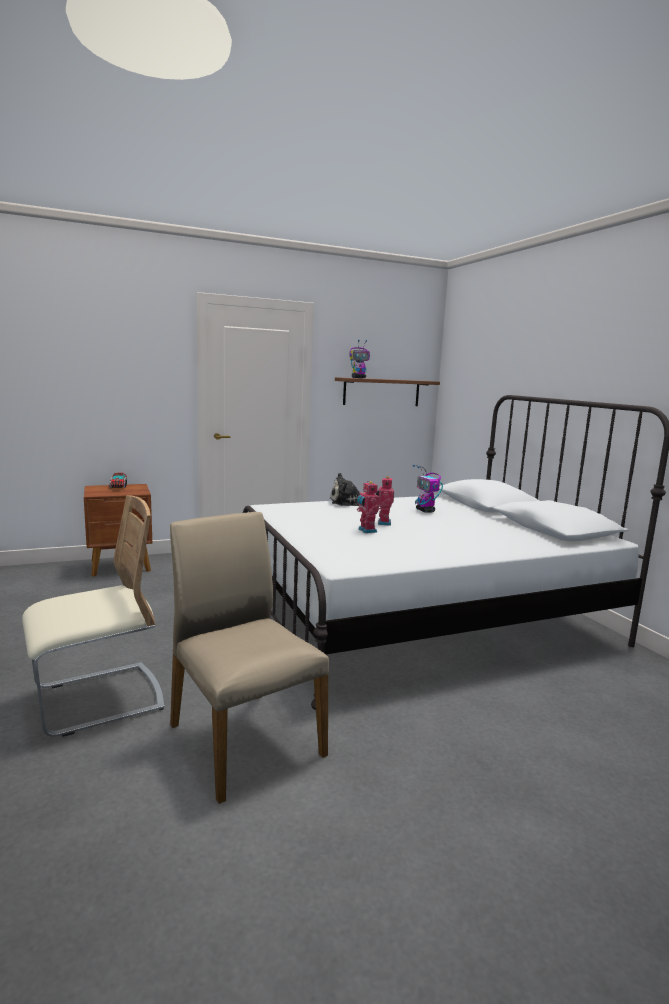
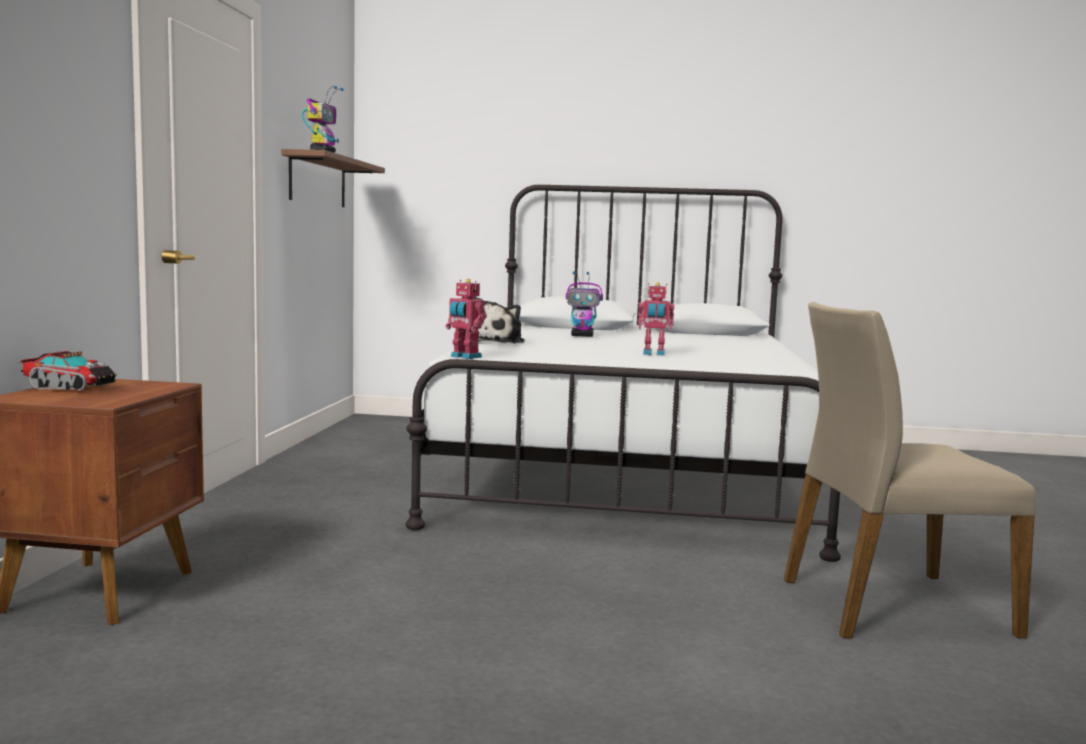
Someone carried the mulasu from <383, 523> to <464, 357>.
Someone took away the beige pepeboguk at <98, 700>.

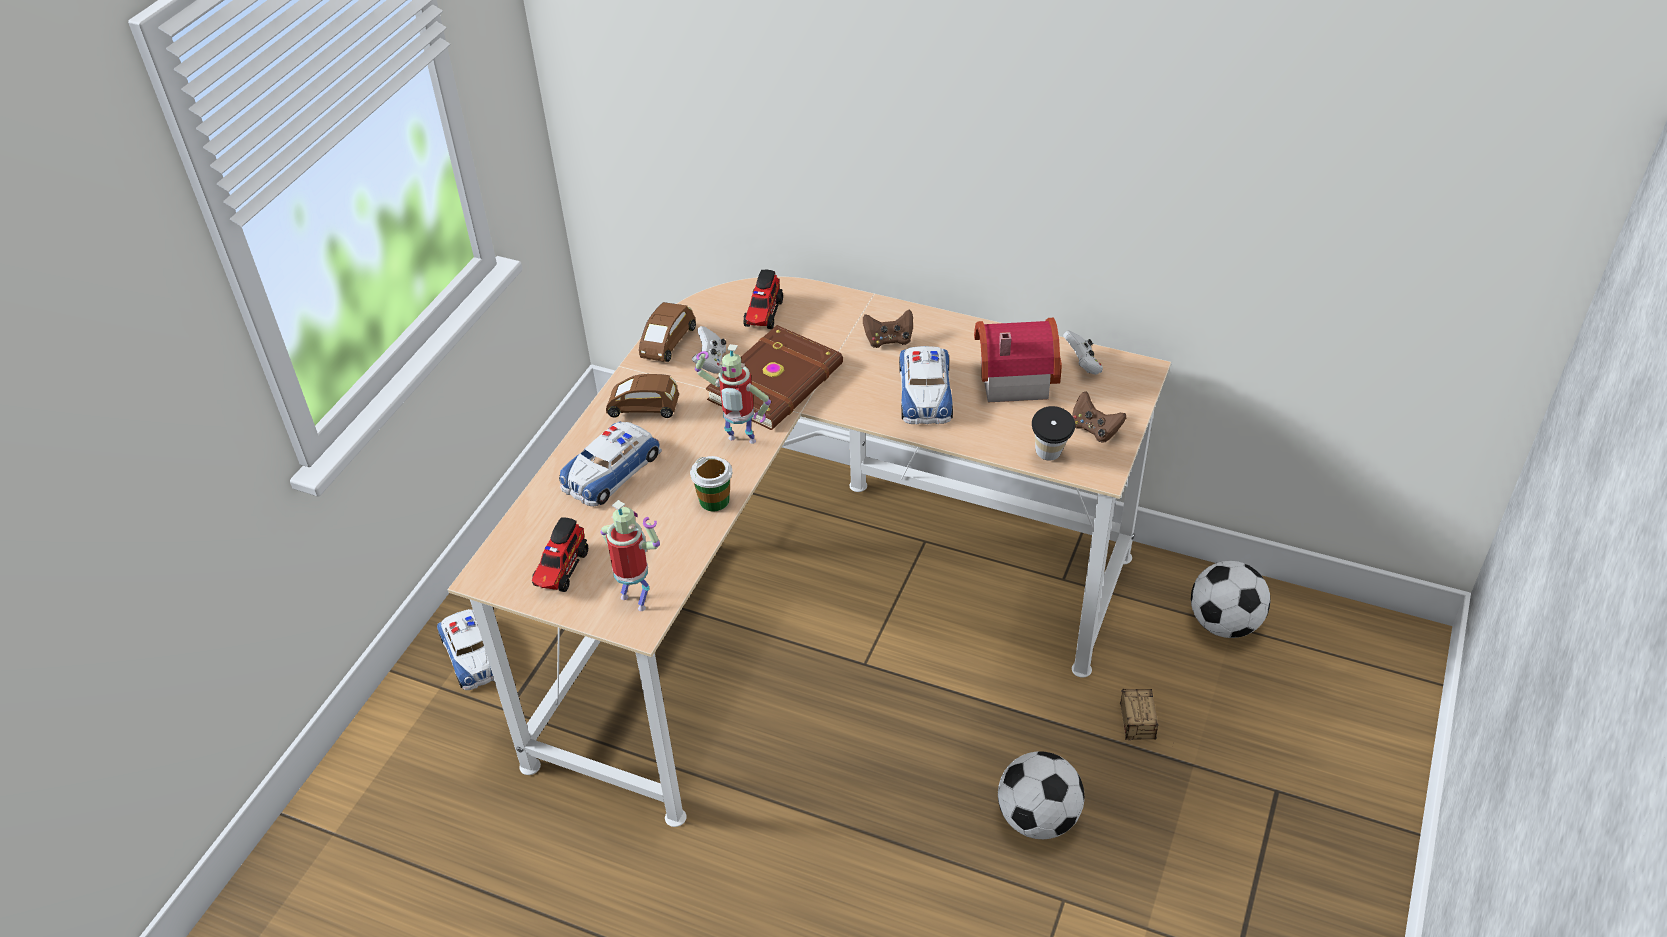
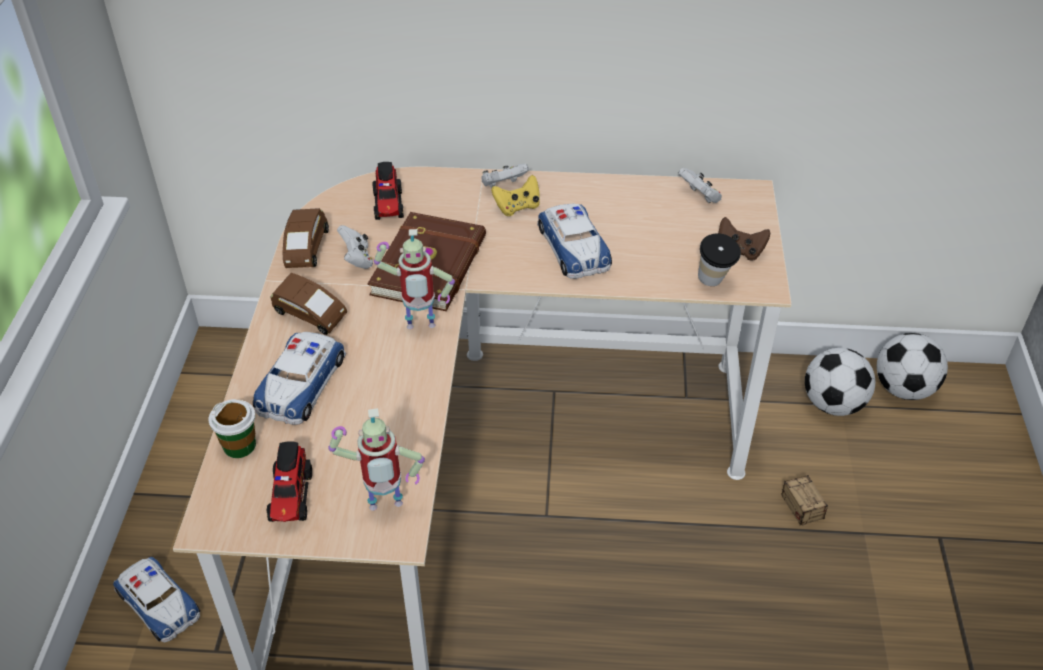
Someone repainted the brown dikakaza at <889, 340>, which became the yellow dikakaza at <517, 207>.
Someone took away the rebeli at <1011, 377>.
Someone rotated the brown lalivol at <644, 409> by 135 degrees counterclockwise.
Someone carried the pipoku from <714, 500> to <239, 445>.
Someone rotated the mulasu at <637, 600> by 150 degrees clockwise.
Someone carried the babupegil from <1038, 818> to <903, 389>.
Someone put down the white dikakaza at <503, 185>.

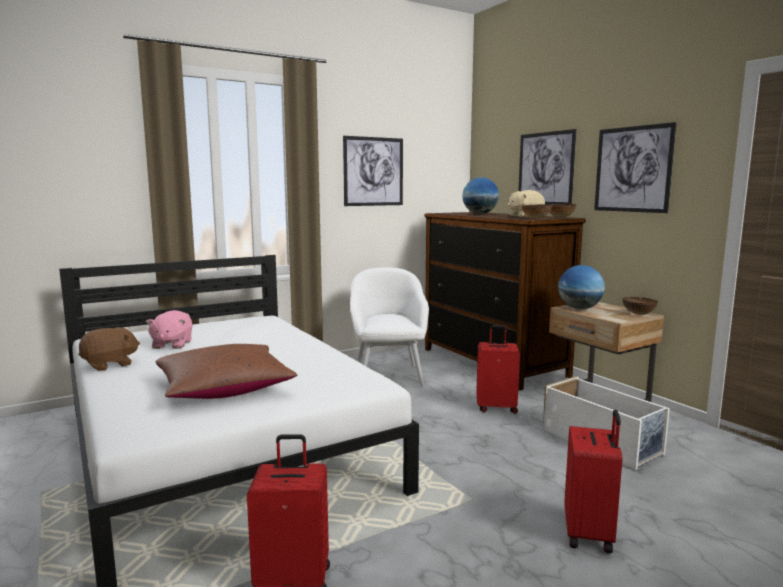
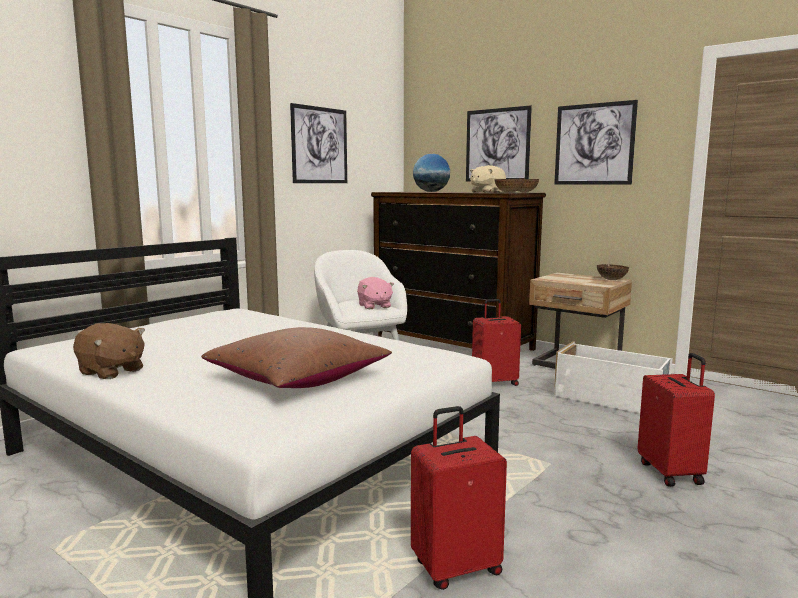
Someone took away the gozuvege at <579, 308>.
Someone carried the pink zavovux from <171, 344> to <374, 306>.
Someone rotated the brown zavovux at <110, 365> by 90 degrees clockwise.

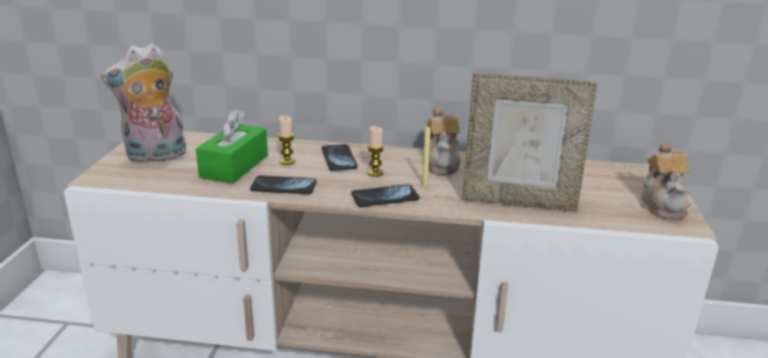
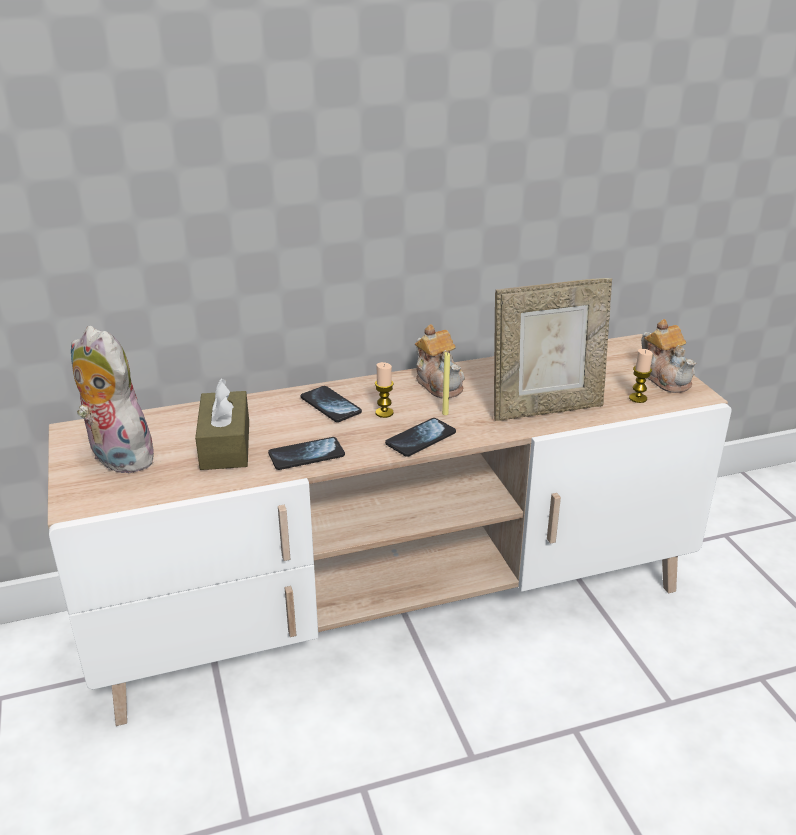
Someone rotated the zavovux at <155, 157> by 90 degrees clockwise.
Someone repainted the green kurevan at <234, 166>, which became the brown kurevan at <225, 445>.
Someone carried the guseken from <287, 161> to <638, 398>.

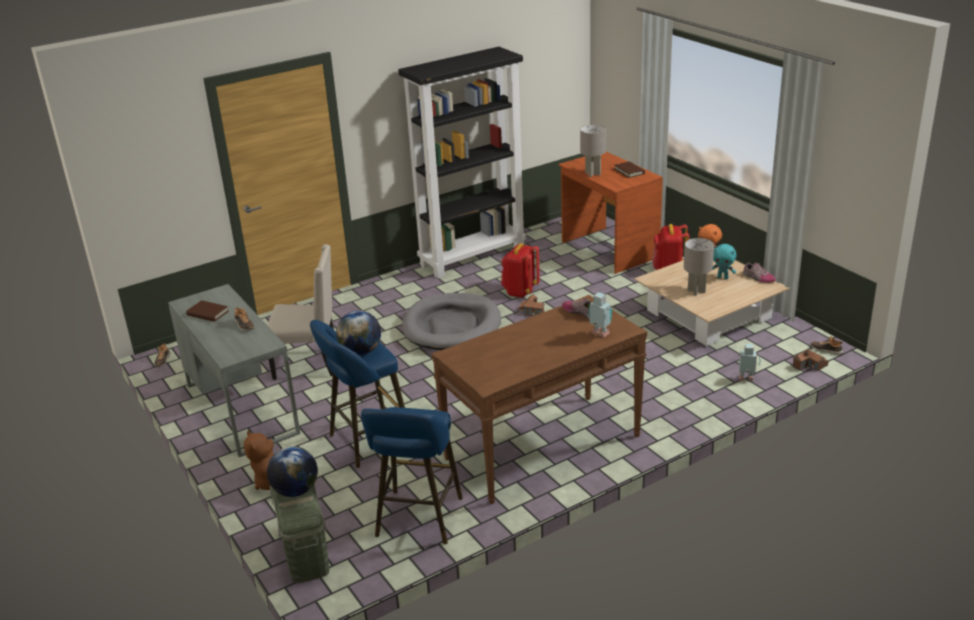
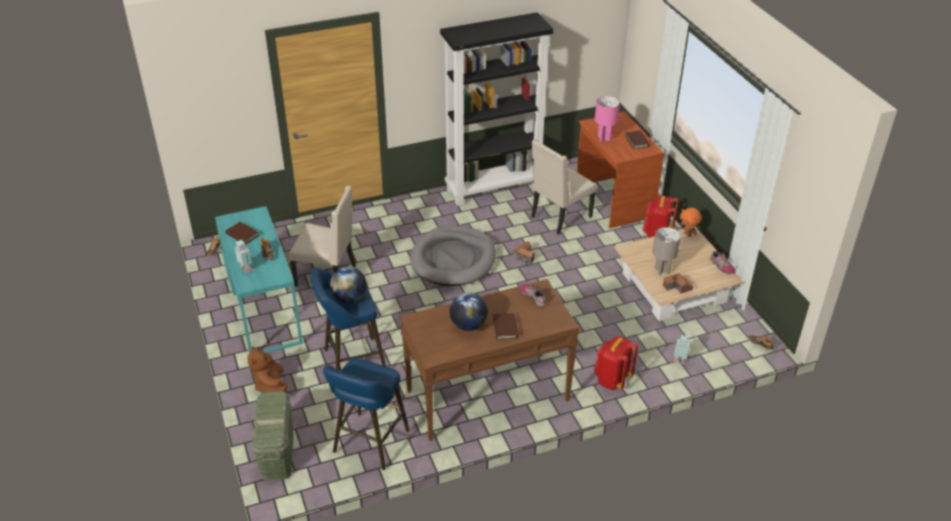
Someone repainted the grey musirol at <592, 174>, which became the pink musirol at <604, 138>.
Someone carried the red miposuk from <520, 292> to <612, 380>.
Someone took away the turquoise zavovux at <723, 277>.
Someone repainted the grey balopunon at <242, 408>, which became the turquoise balopunon at <264, 310>.
Someone carried the mulasu from <600, 334> to <245, 269>.
Someone carried the rebeli from <810, 365> to <677, 287>.
Someone carried the gozuvege from <295, 491> to <468, 325>.
Someone put down the beige pepeboguk at <559, 217>.
Someone put down the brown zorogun at <505, 328>.

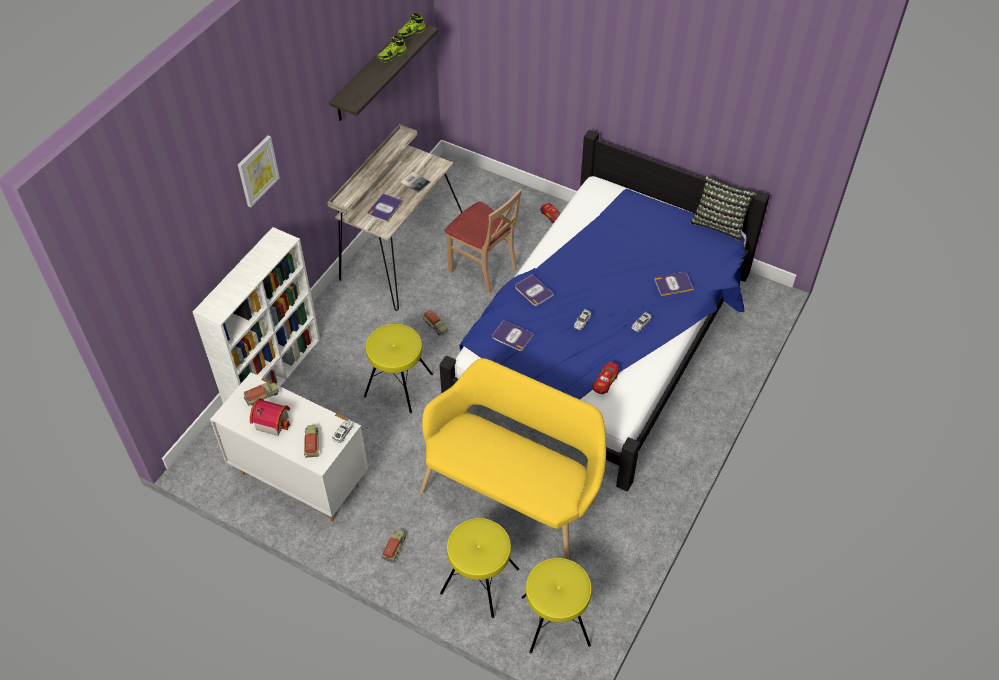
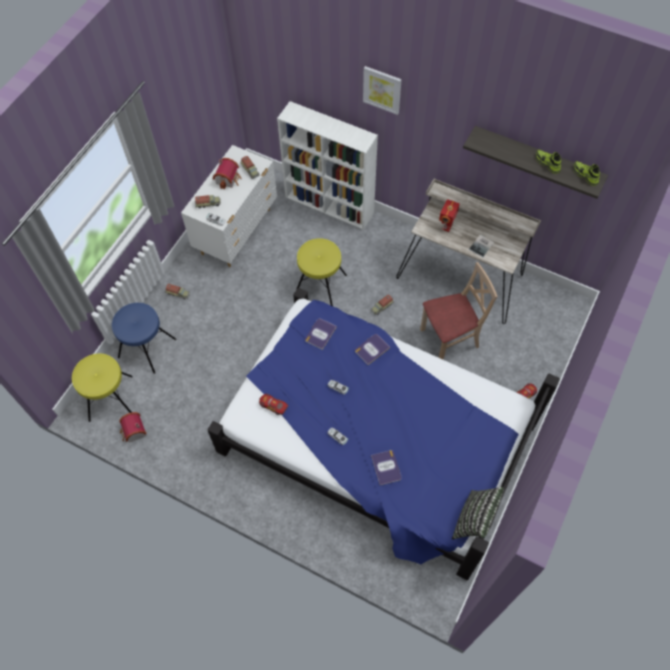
Someone rotated the beige pepeboguk at <483, 268> by 150 degrees counterclockwise.
Someone swapped the zorogun at <385, 208> for the mulasu at <446, 226>.
Someone took away the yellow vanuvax at <513, 494>.
Someone repainted the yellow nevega at <479, 581>, which became the blue nevega at <147, 348>.
Someone put down the rebeli at <134, 432>.

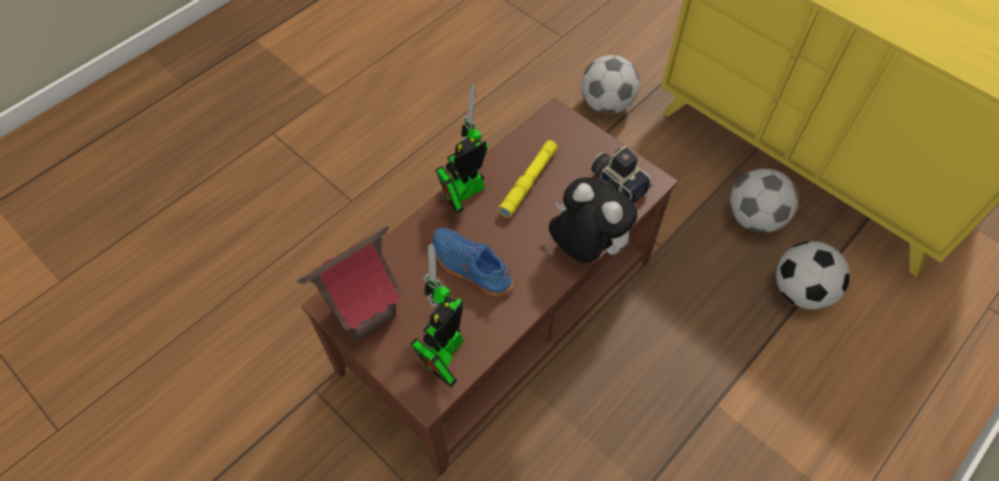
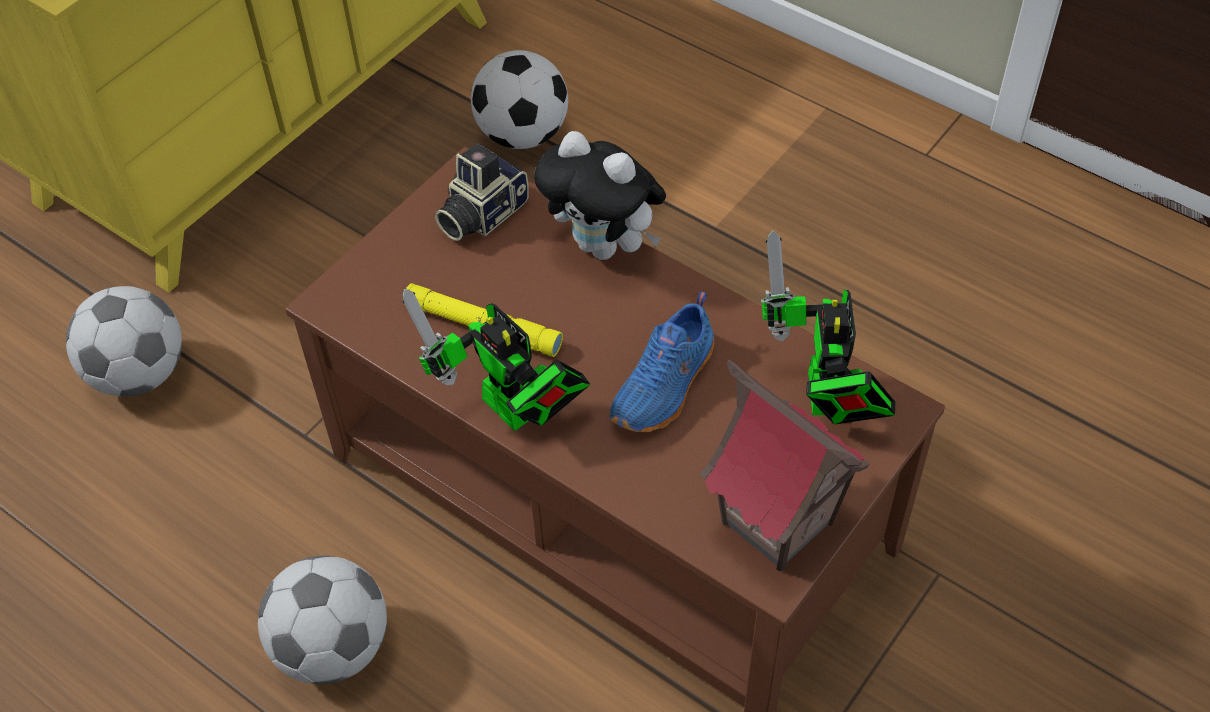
Someone carried the babupegil from <754, 218> to <332, 648>.
Someone rotated the zavovux at <585, 248> by 90 degrees counterclockwise.
Someone rotated the mulasu at <443, 353> by 60 degrees clockwise.

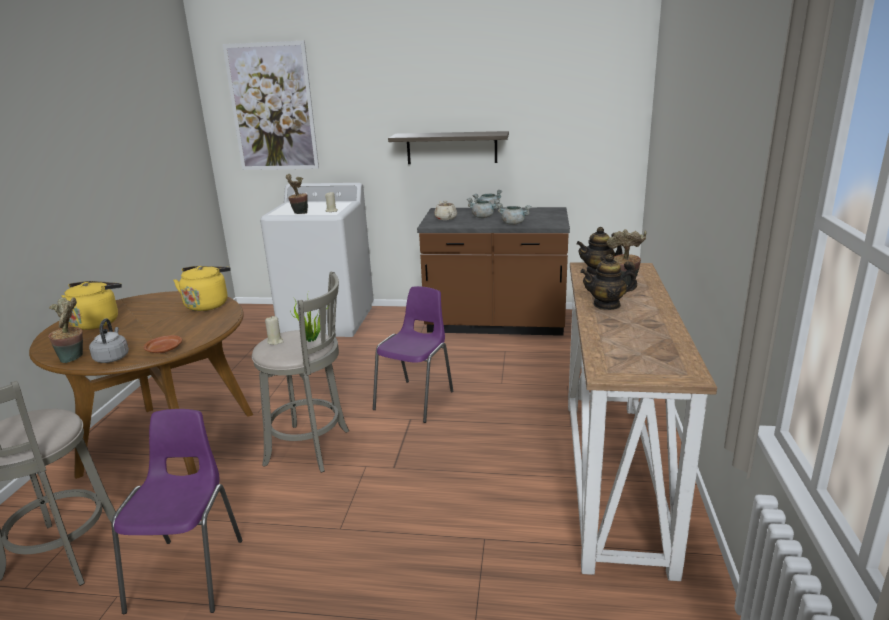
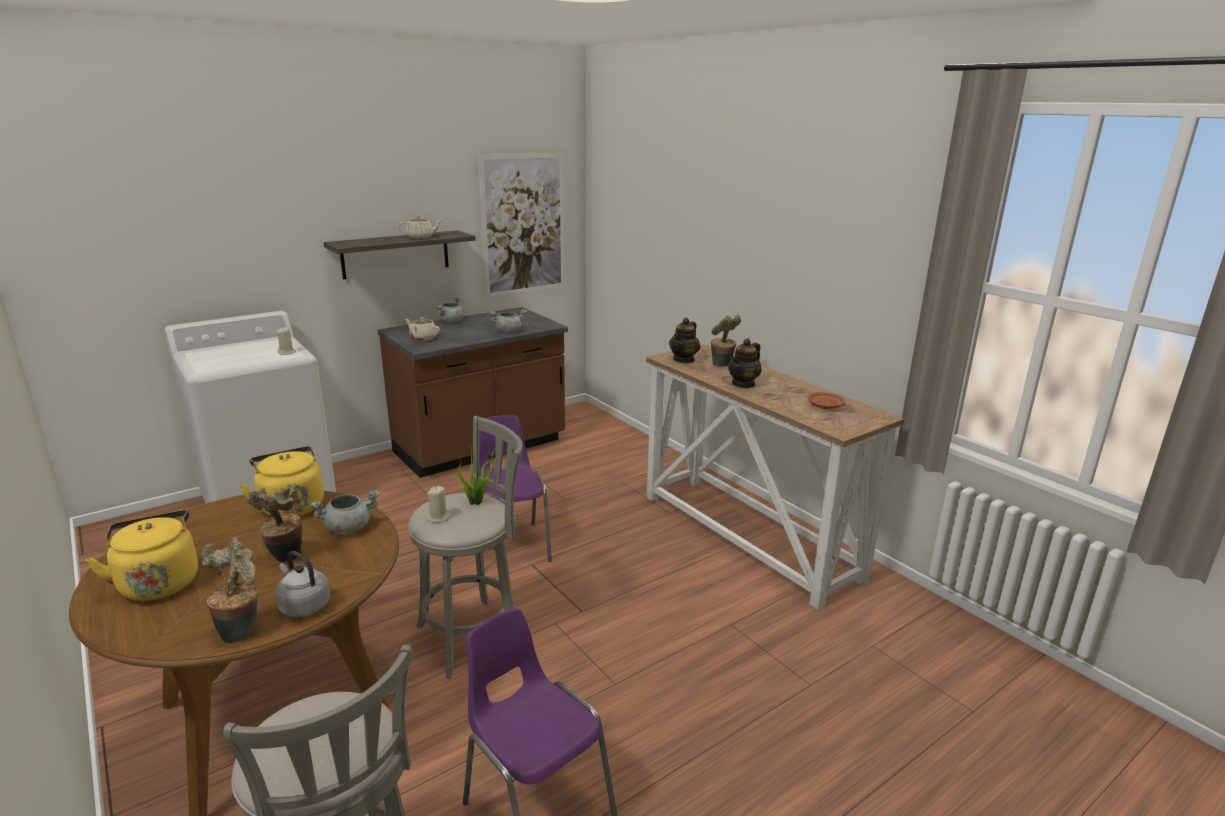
Someone carried the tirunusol from <272, 108> to <523, 225>.
Someone carried the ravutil from <299, 213> to <285, 558>.
Someone carried the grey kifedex from <483, 217> to <349, 528>.
Someone carried the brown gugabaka from <164, 349> to <824, 406>.
Someone put down the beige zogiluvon at <421, 237>.

